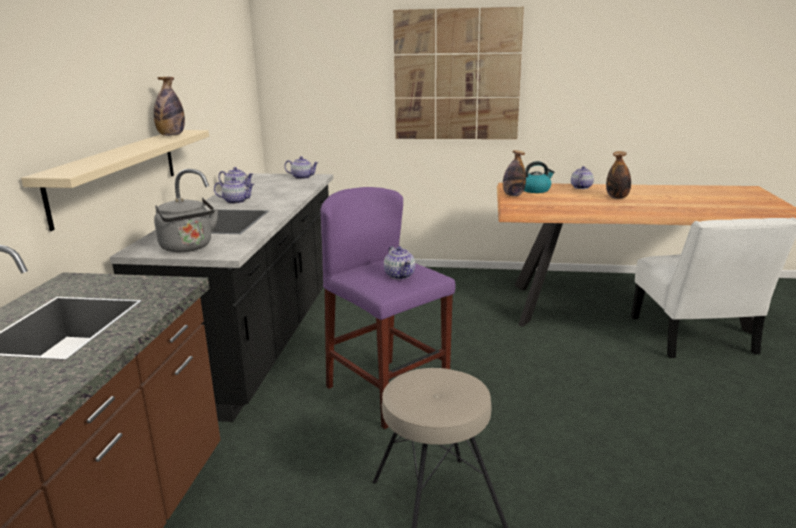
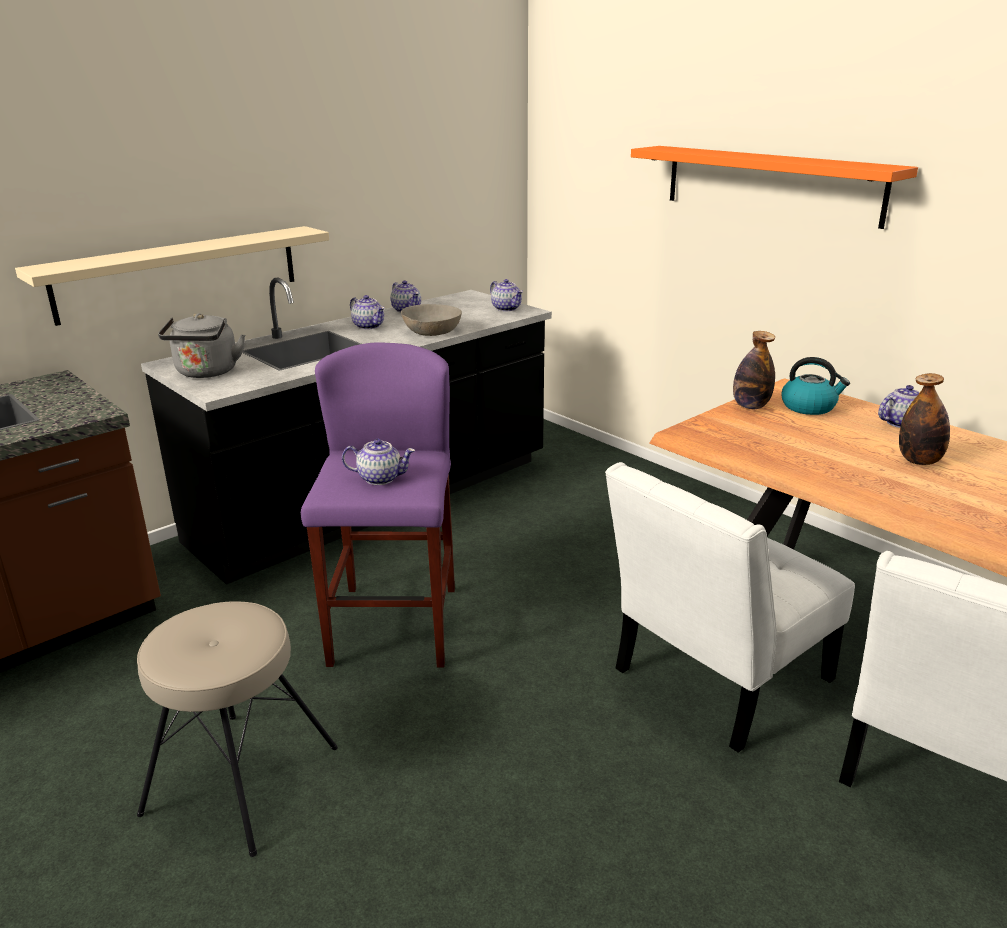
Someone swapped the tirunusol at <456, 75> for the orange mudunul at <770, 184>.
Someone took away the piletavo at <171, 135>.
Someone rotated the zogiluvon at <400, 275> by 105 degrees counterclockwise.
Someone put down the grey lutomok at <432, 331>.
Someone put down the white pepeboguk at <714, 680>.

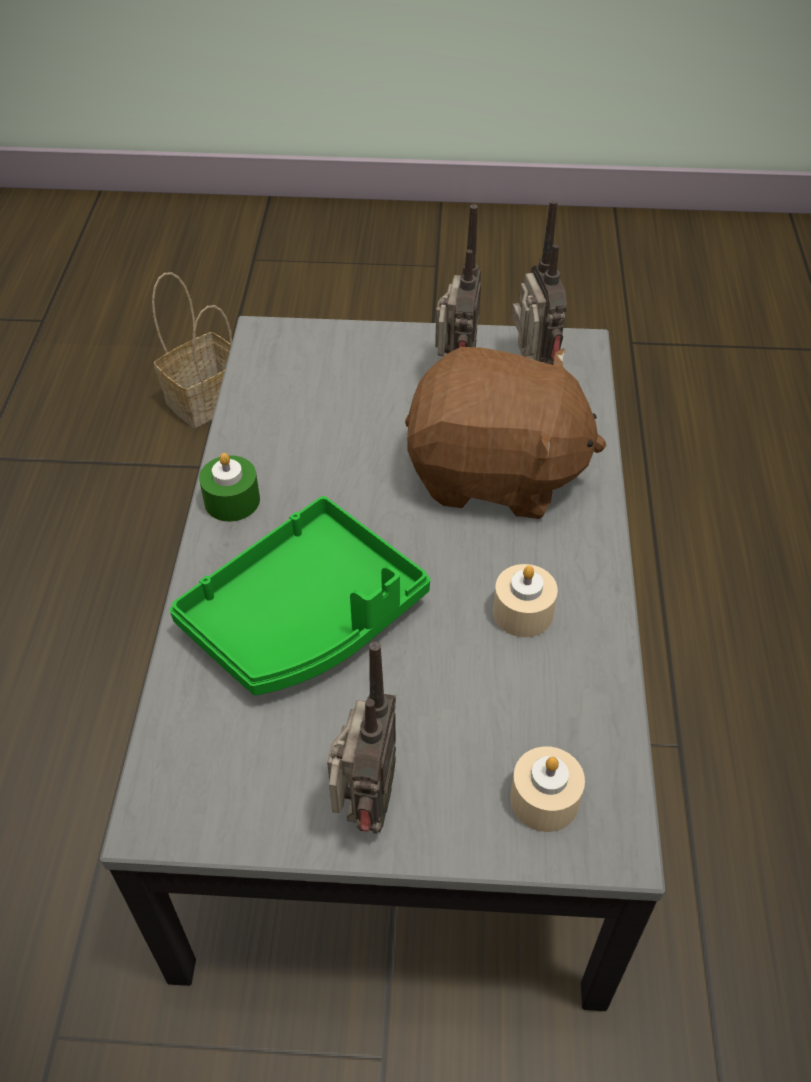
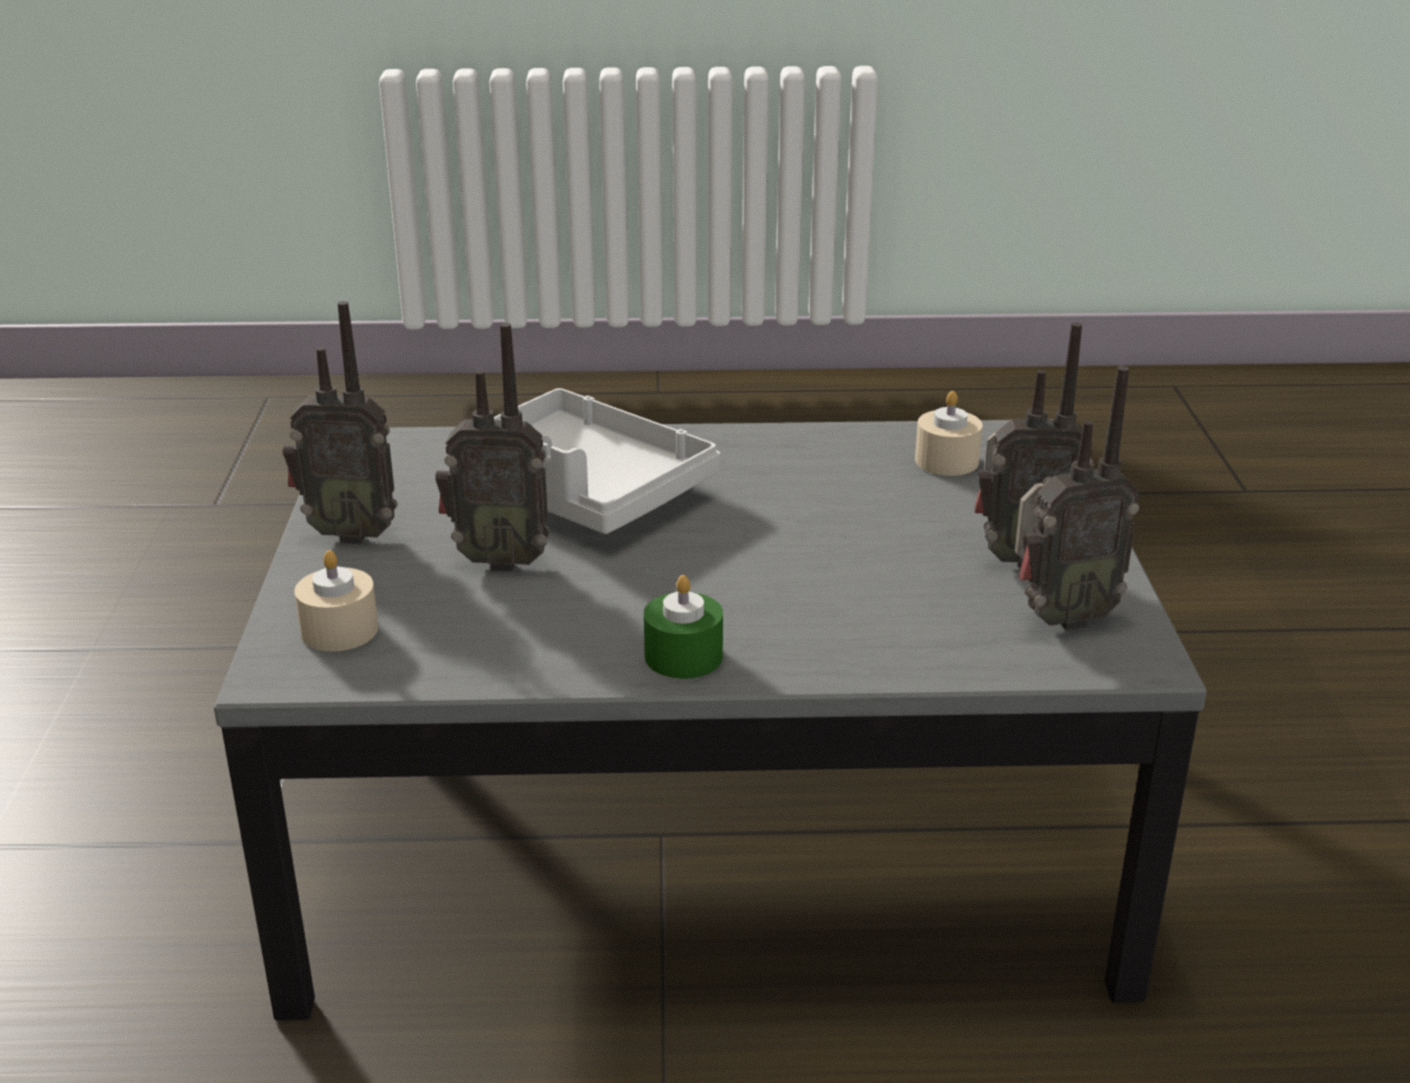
Someone took away the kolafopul at <207, 398>.
Someone took away the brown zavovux at <495, 474>.
Someone carried the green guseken from <232, 501> to <683, 656>.
Someone repainted the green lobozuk at <306, 617>, which became the grey lobozuk at <584, 490>.
Someone carried the beige guseken from <523, 612> to <946, 461>.
Someone put down the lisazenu at <499, 560>.

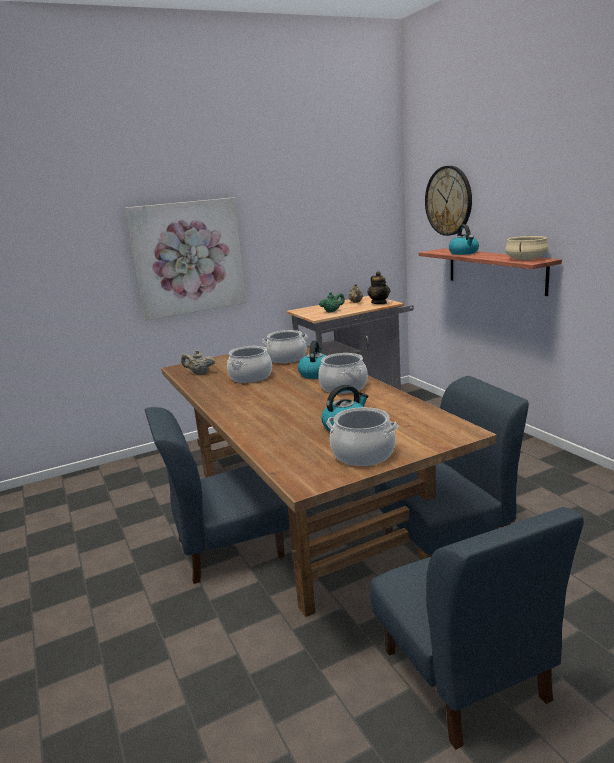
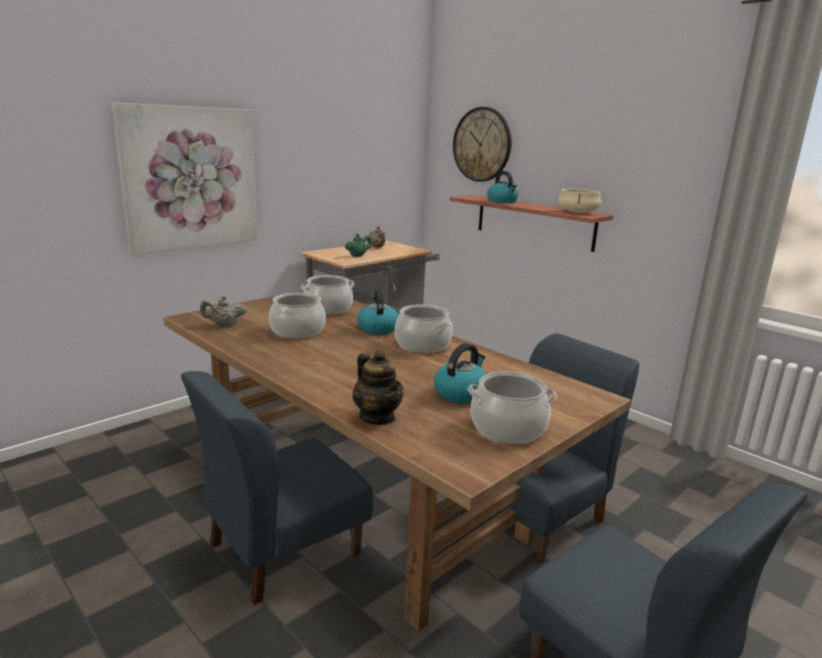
Someone carried the zogiluvon from <379, 303> to <377, 417>.

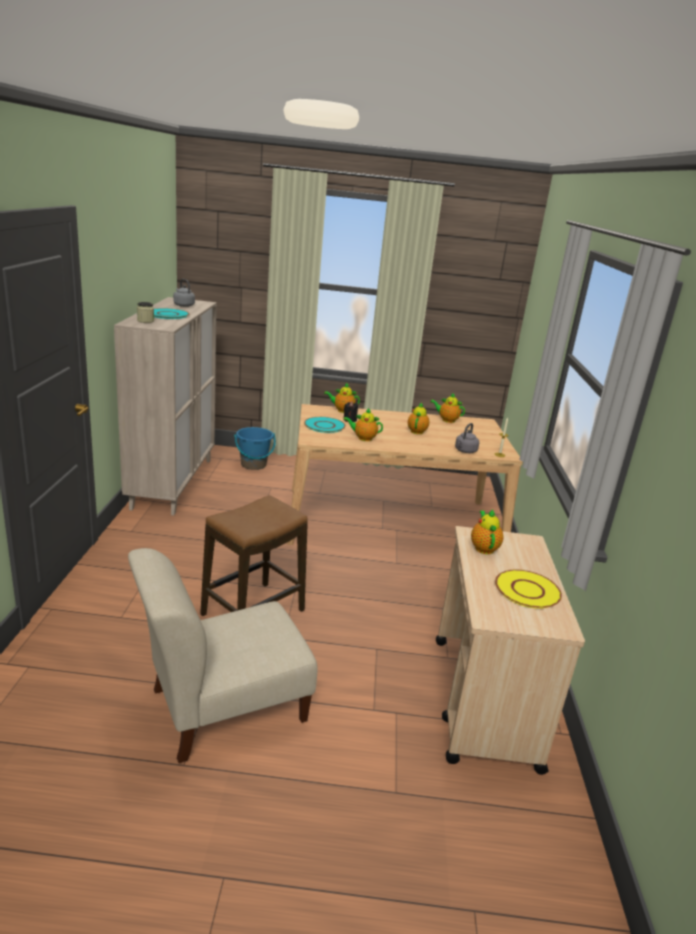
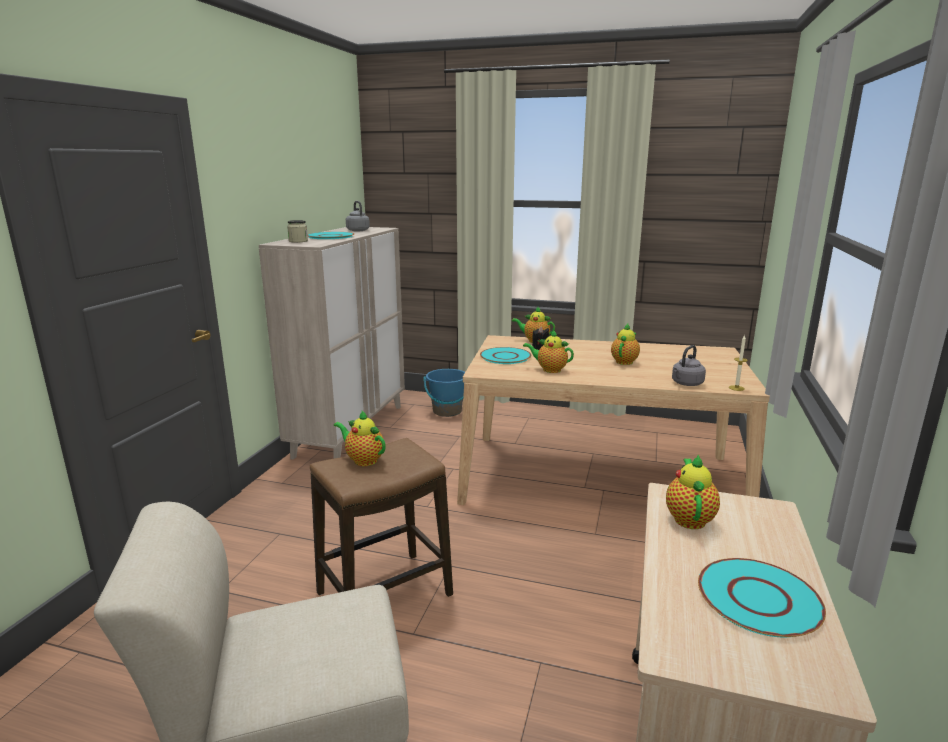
Someone carried the zogiluvon from <446, 420> to <363, 460>.
Someone repainted the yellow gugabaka at <528, 590>, which became the turquoise gugabaka at <759, 599>.

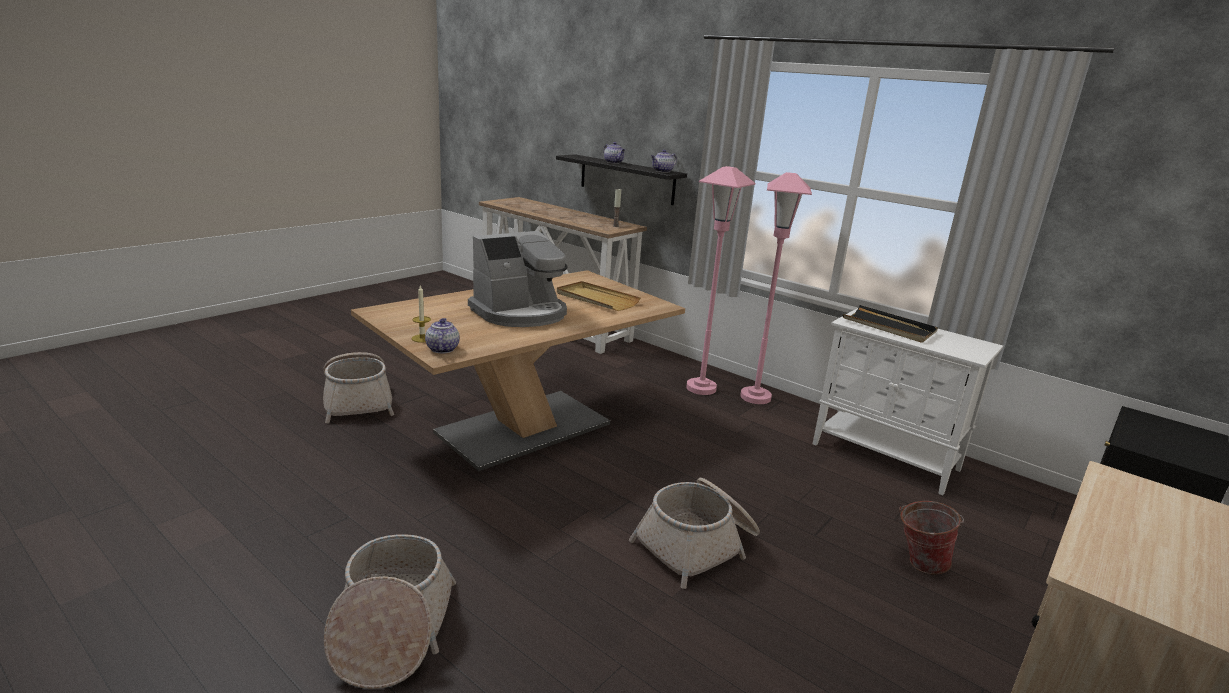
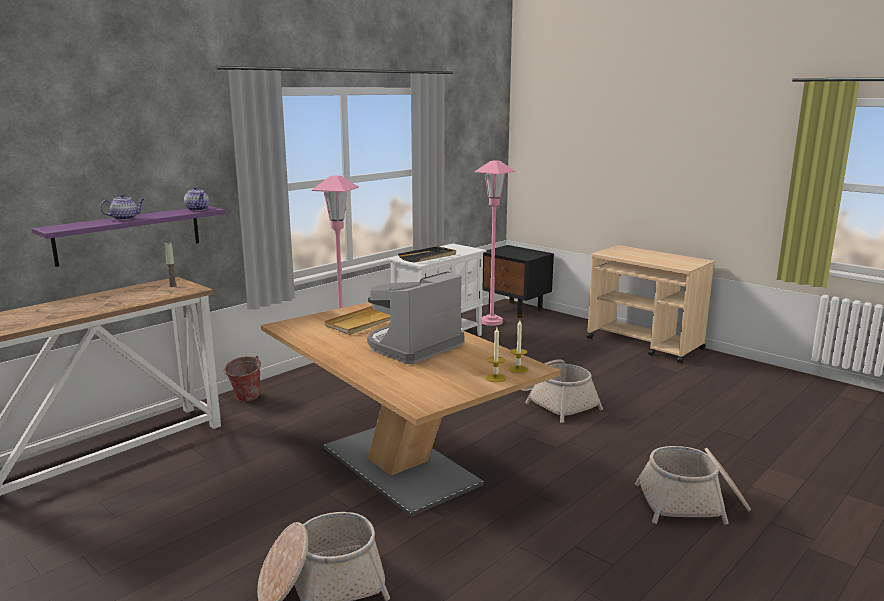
Someone repainted the black mudunul at <626, 179>, which became the purple mudunul at <129, 235>.
Someone carried the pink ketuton from <701, 388> to <491, 322>.
Someone rotated the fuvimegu at <520, 313> by 105 degrees counterclockwise.
Someone swapped the zogiluvon at <442, 349> for the guseken at <518, 369>.
Someone carried the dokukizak from <918, 562> to <244, 399>.

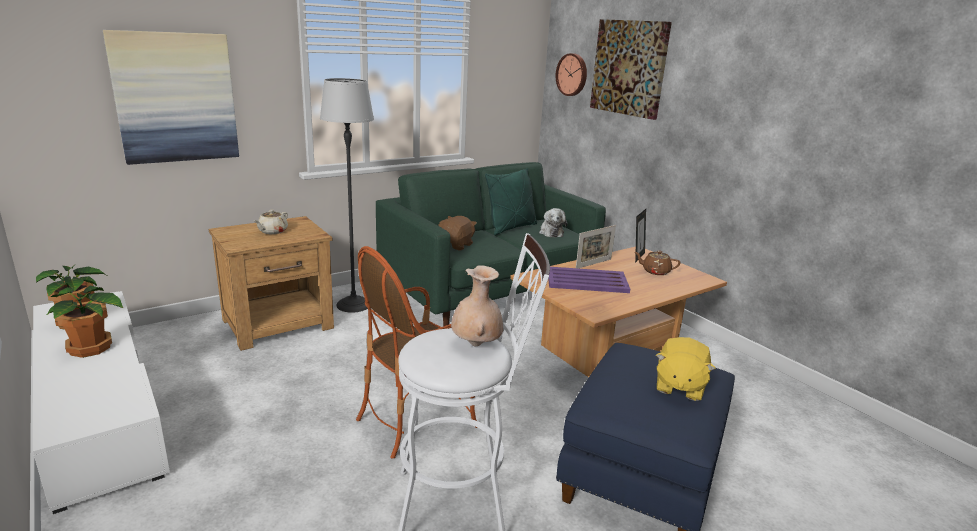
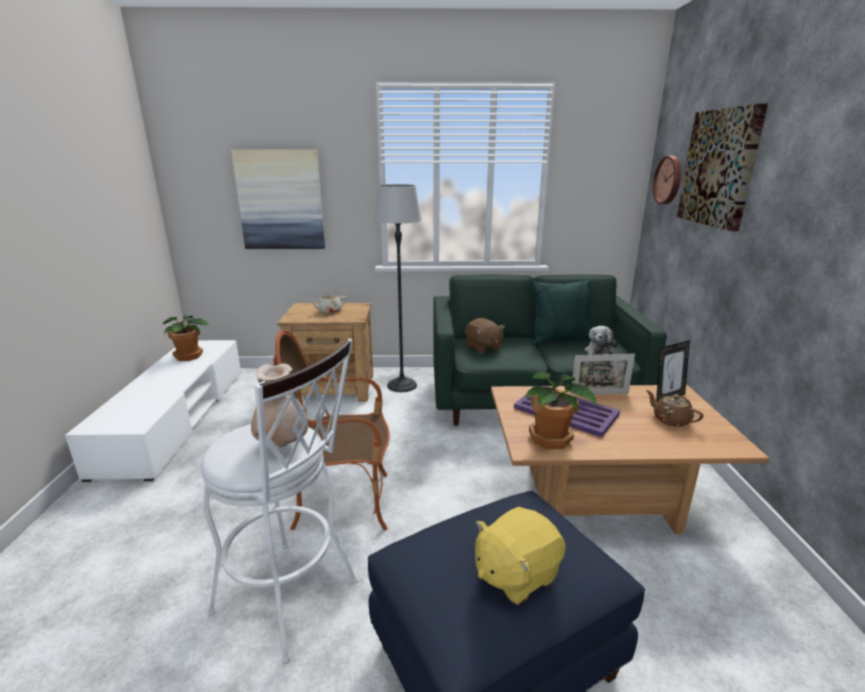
Someone rotated the brown zavovux at <456, 245> by 90 degrees clockwise.
Someone carried the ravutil from <91, 349> to <551, 440>.

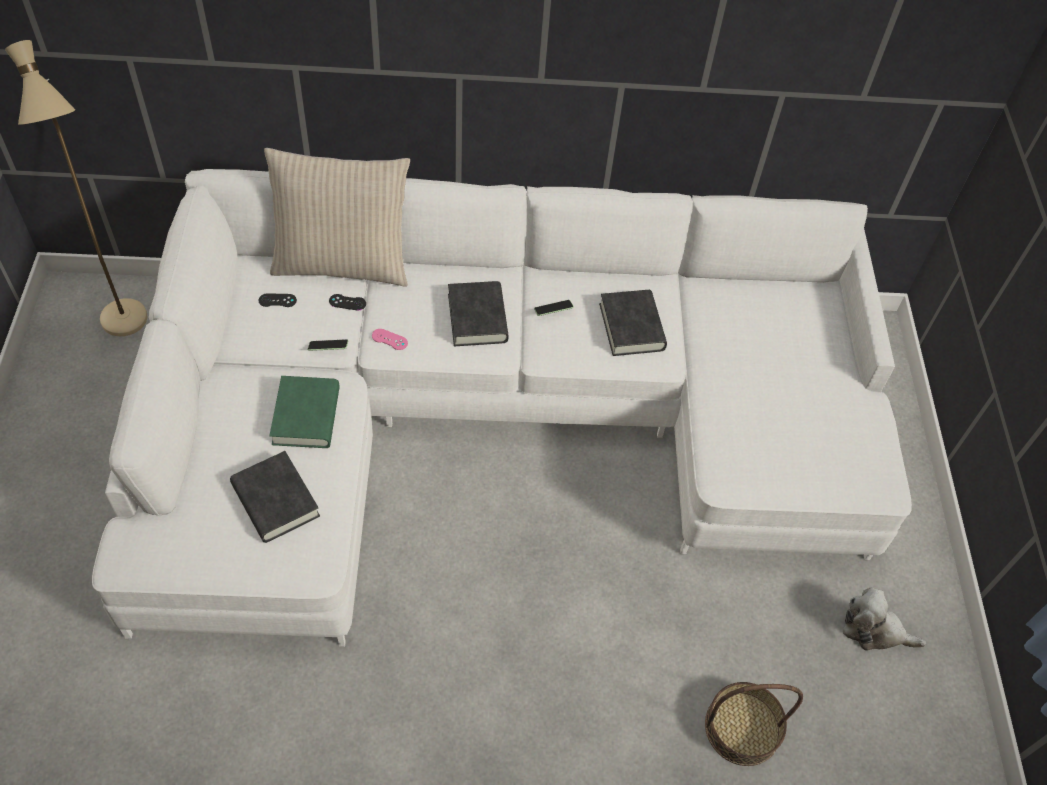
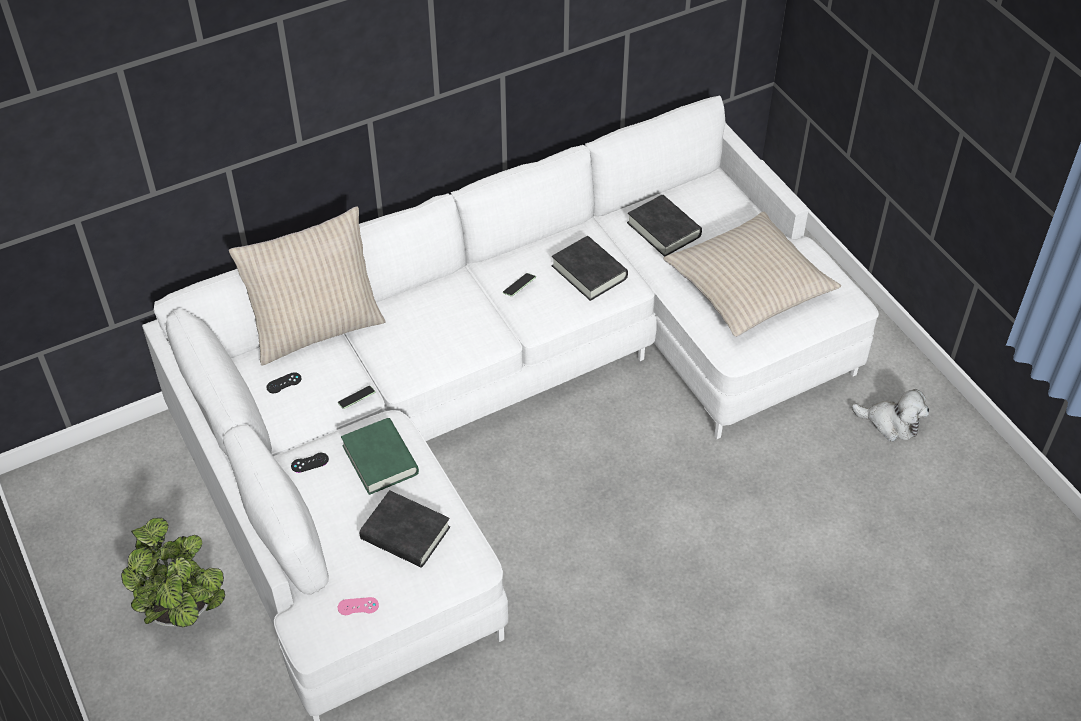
Someone took away the beige ketuton at <130, 331>.
Someone carried the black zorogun from <477, 318> to <664, 229>.
Someone carried the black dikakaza from <347, 302> to <309, 462>.
Someone carried the pink dikakaza from <389, 339> to <358, 606>.
Someone rotated the zavovux at <874, 630> by 150 degrees counterclockwise.
Someone took away the kolafopul at <742, 728>.
Someone put down the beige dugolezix at <748, 286>.
Someone put down the ravutil at <183, 613>.

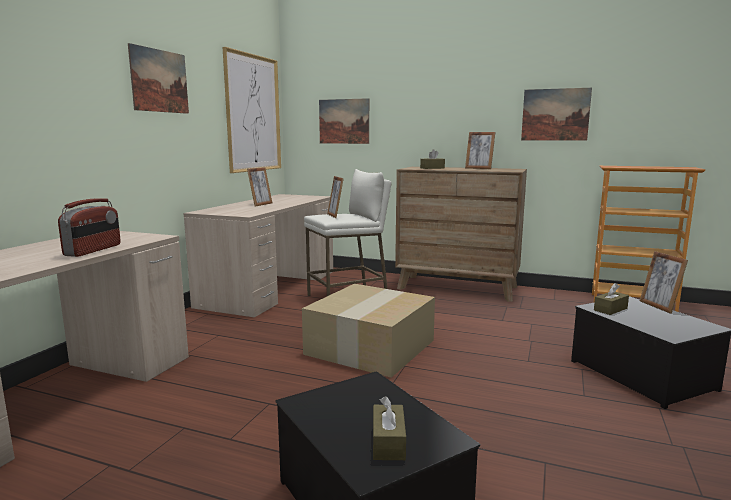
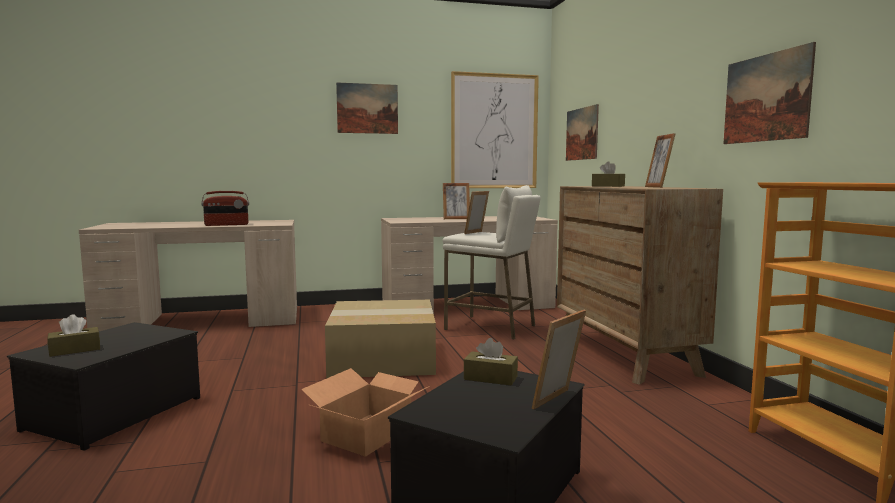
Someone put down the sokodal at <368, 434>.

